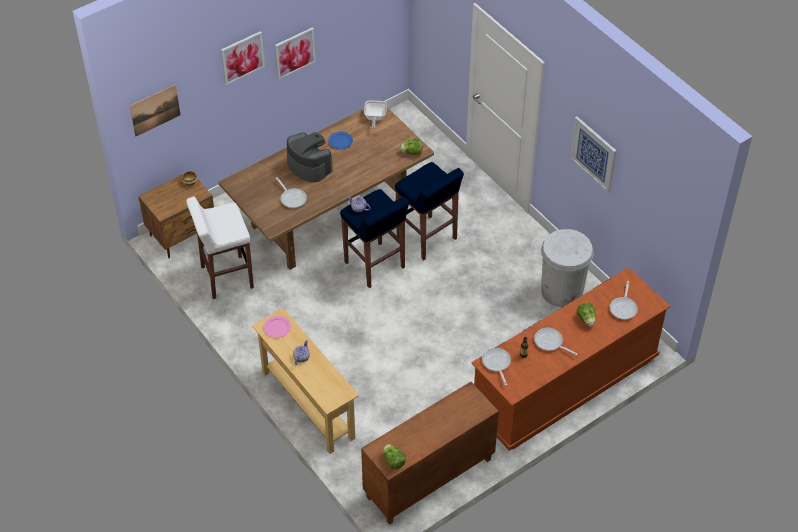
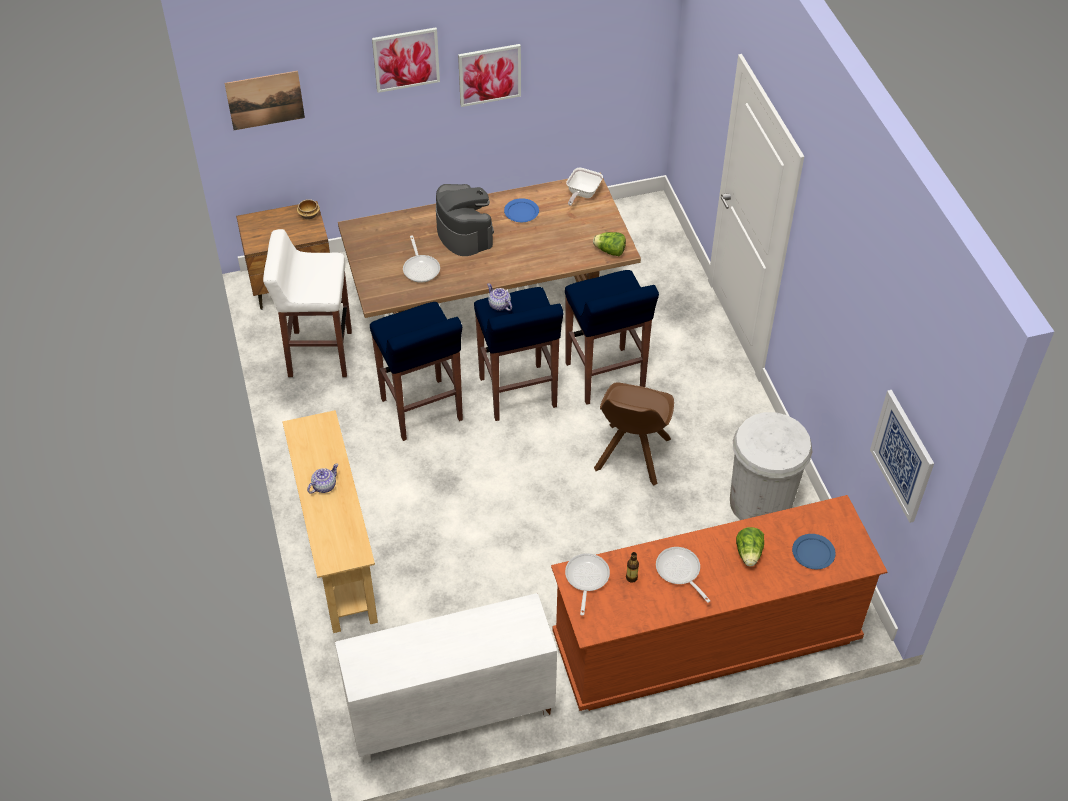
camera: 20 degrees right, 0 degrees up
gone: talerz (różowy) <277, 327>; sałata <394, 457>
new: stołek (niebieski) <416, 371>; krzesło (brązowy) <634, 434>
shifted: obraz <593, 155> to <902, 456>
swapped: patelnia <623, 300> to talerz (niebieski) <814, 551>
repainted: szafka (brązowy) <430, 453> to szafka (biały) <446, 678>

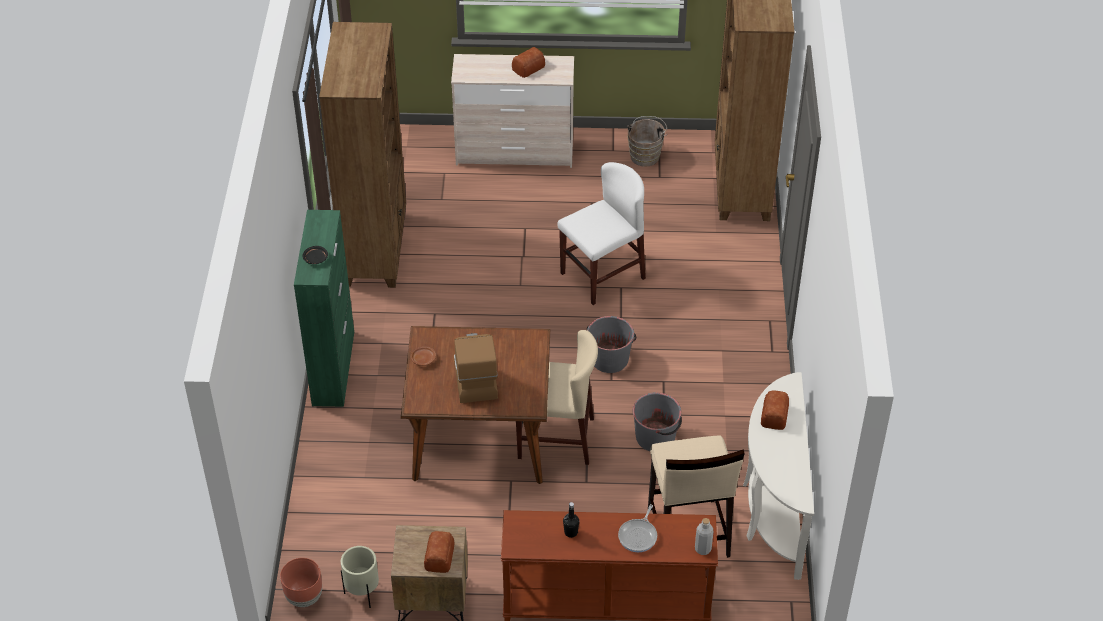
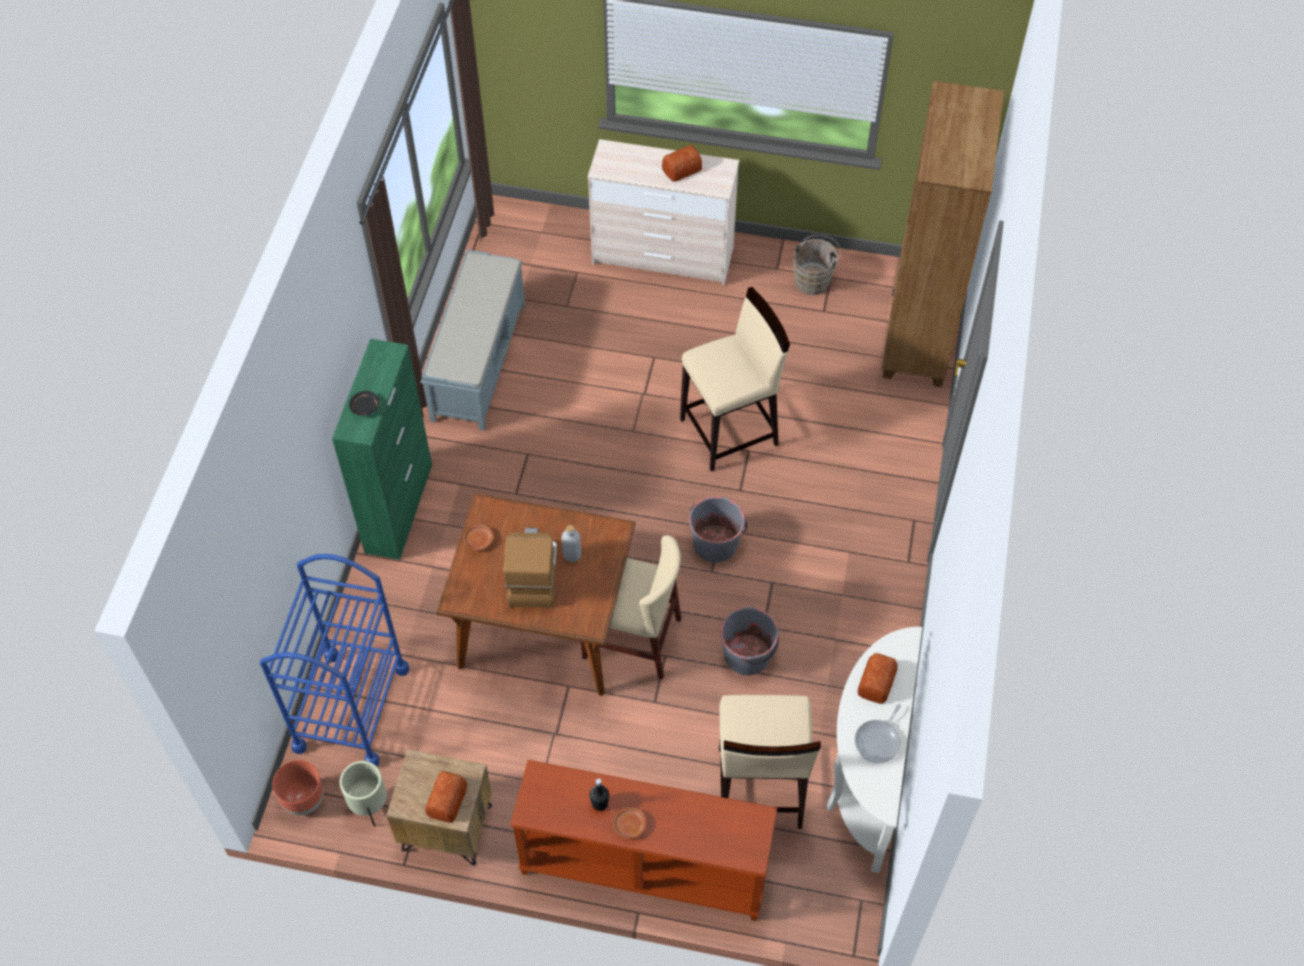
camera: 10 degrees right, 10 degrees up
new: wózek (niebieski) <334, 660>; talerz (brązowy) <630, 823>
shifted: butelka (szary) <704, 536> to <571, 543>; patelnia <637, 528> to <878, 733>
swapped: regał (brązowy) <362, 155> to ławka (szary) <473, 340>; krzesło (biały) <601, 233> to stołek (beżowy) <735, 379>

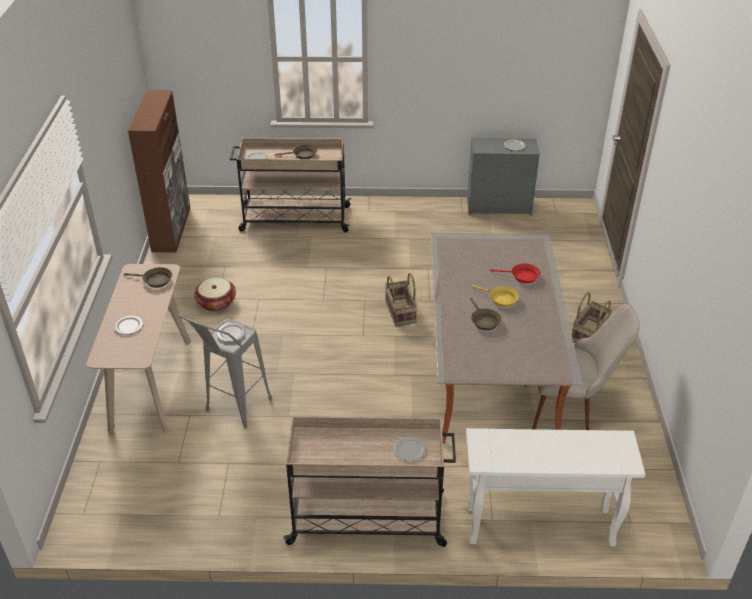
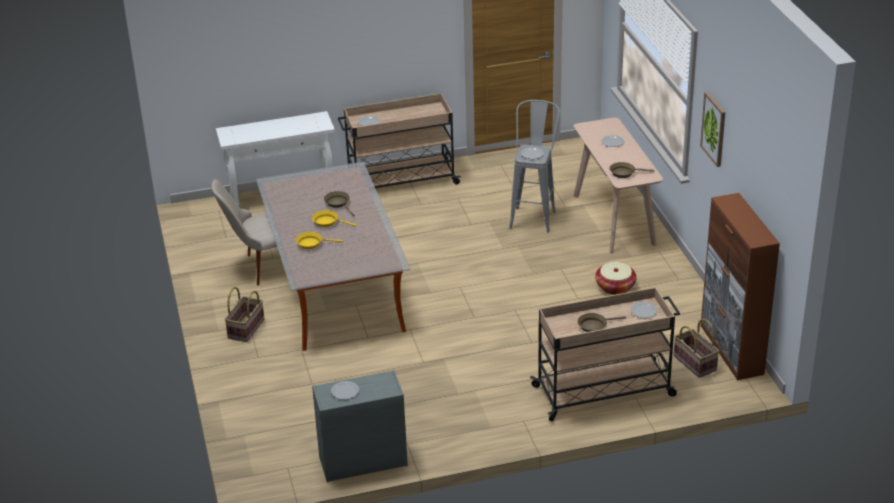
camera: 165 degrees right, 5 degrees down
new: obraz <712, 129>
shifted: koszyk <401, 299> to <696, 348>
repainted: patelnia (czerwony) <515, 274> to patelnia (żółty) <319, 240>

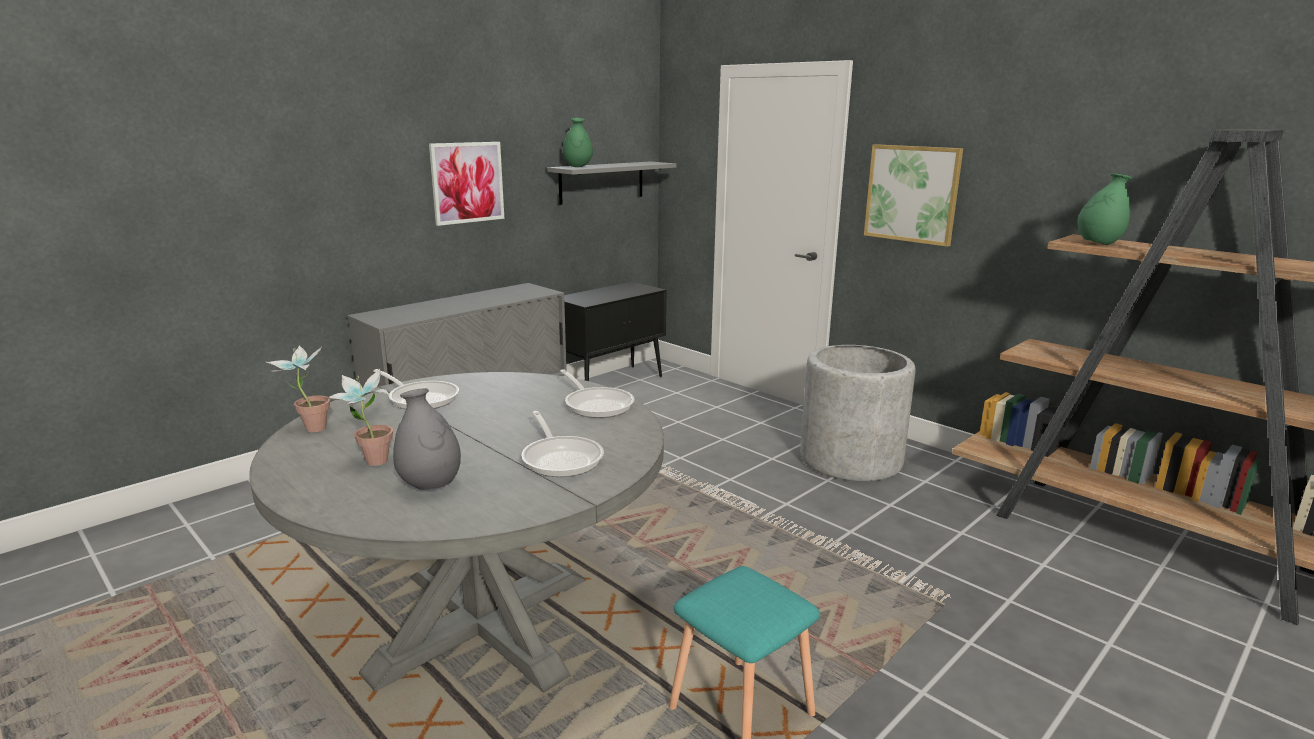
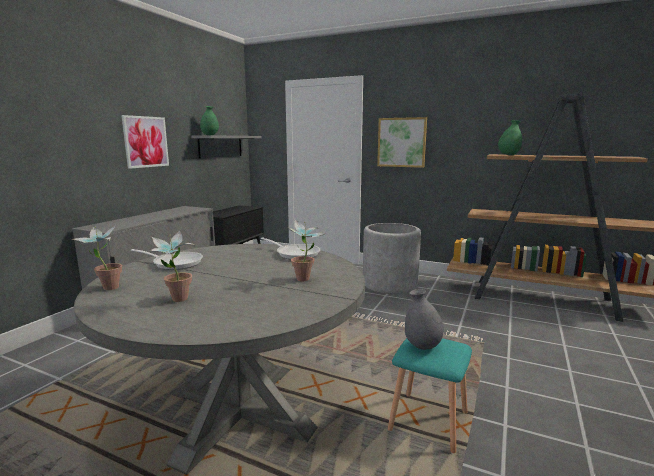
camera: 20 degrees left, 5 degrees down
shifted: wazon (szary) <427, 439> to <424, 319>
swapped: patelnia <562, 444> to roślina doniczkowa <307, 250>

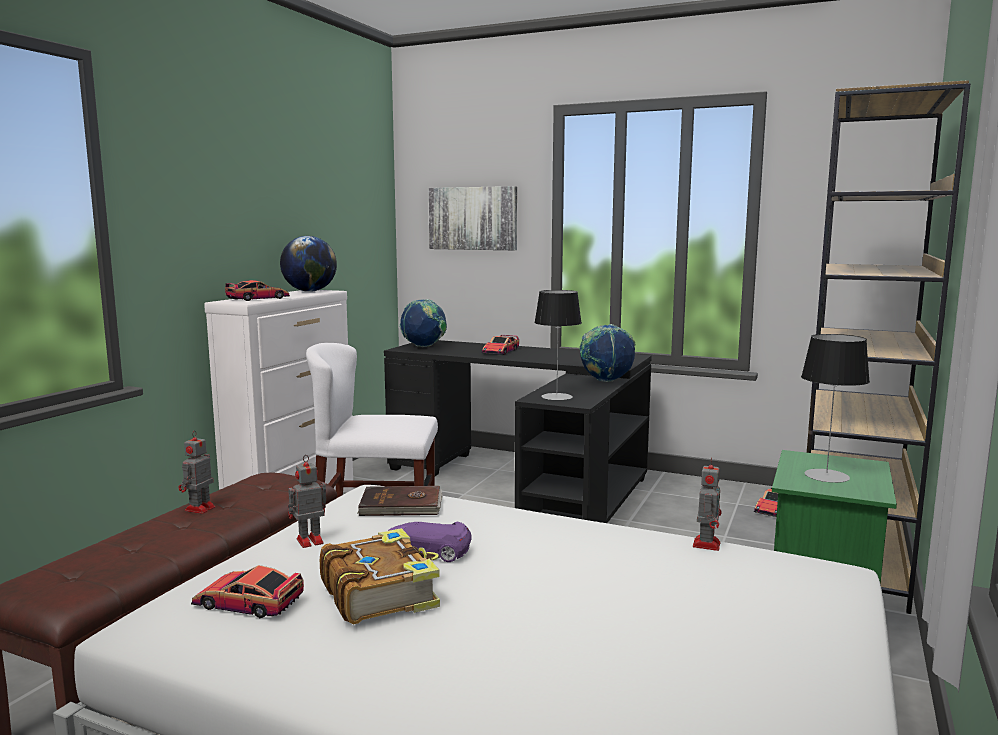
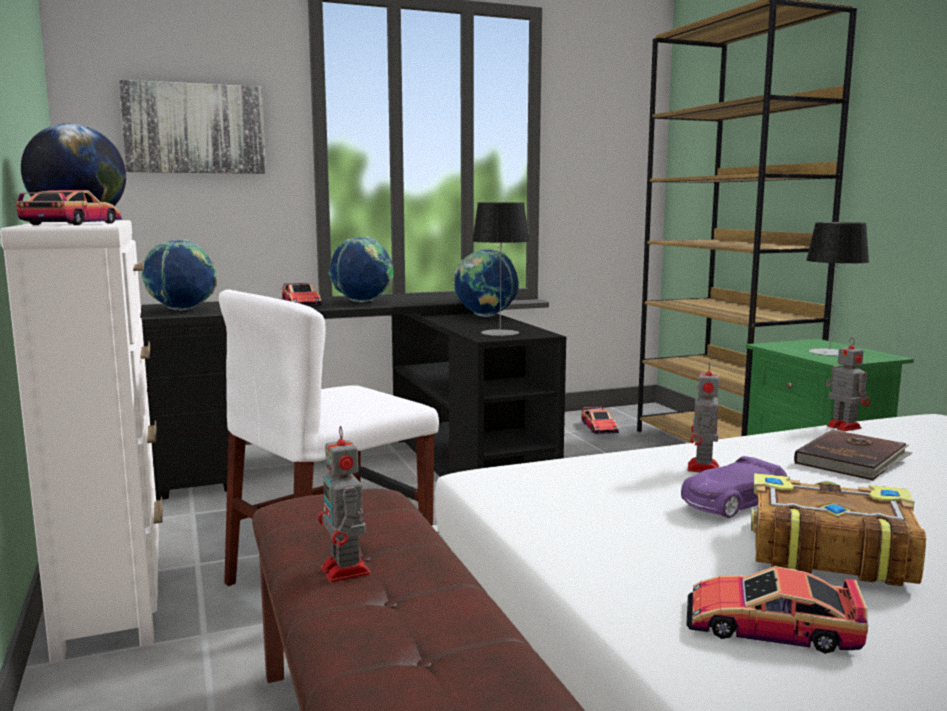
camera: 45 degrees left, 0 degrees up
new: globus <361, 270>
shifted: robot zabawkowy <307, 501> to <703, 416>; książka (brązowy) <400, 501> to <853, 455>
rotated: samochodzik <247, 591> = <777, 610> 45 degrees clockwise

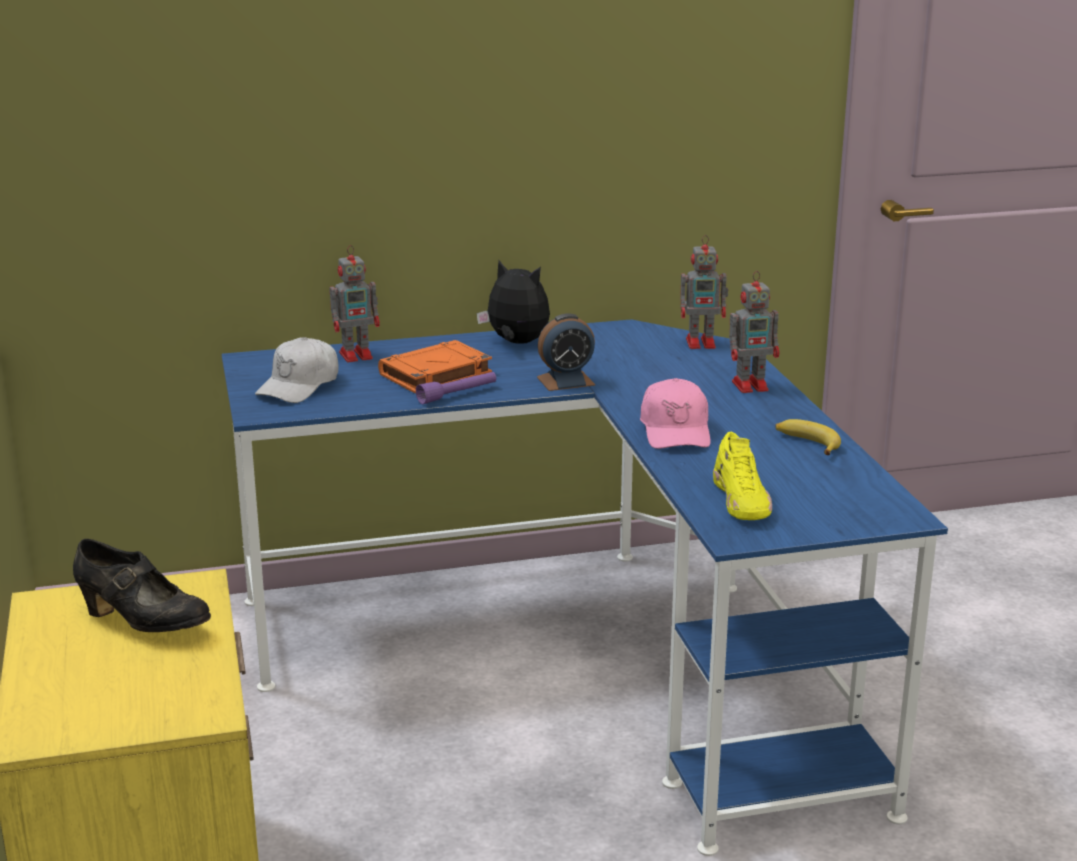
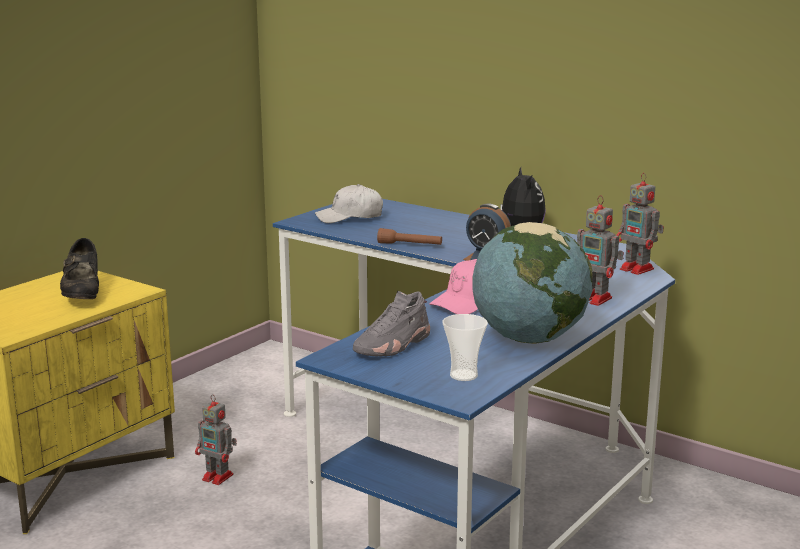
camera: 50 degrees right, 5 degrees down
gone: książka (pomarańczowy) <435, 367>
new: filiżanka <465, 347>
shifted: robot zabawkowy <355, 303> to <216, 439>
swapped: banan <808, 437> to globus <532, 283>
repainted: but (żółty) <742, 476> to but (szary) <391, 323>; latarka (fioletowy) <456, 388> to latarka (brązowy) <409, 236>

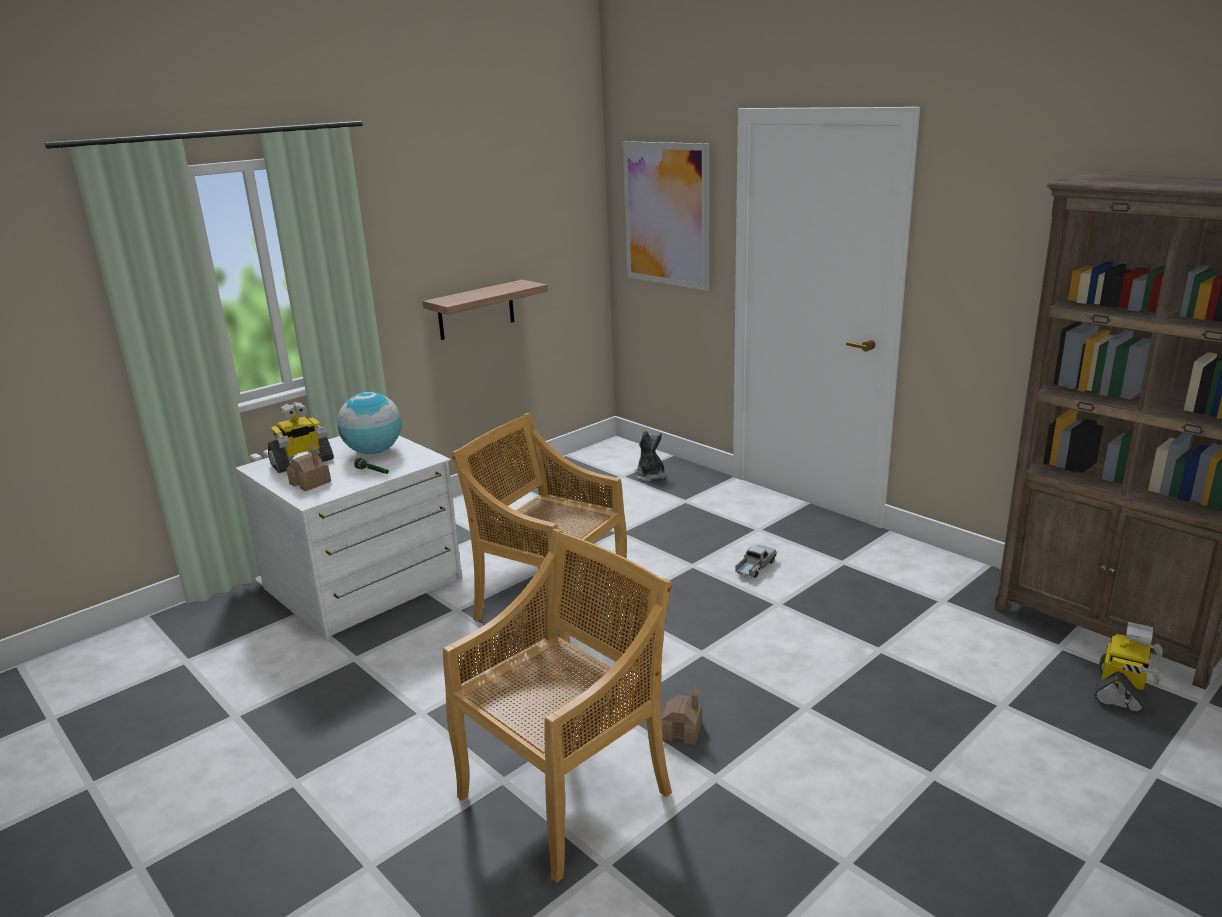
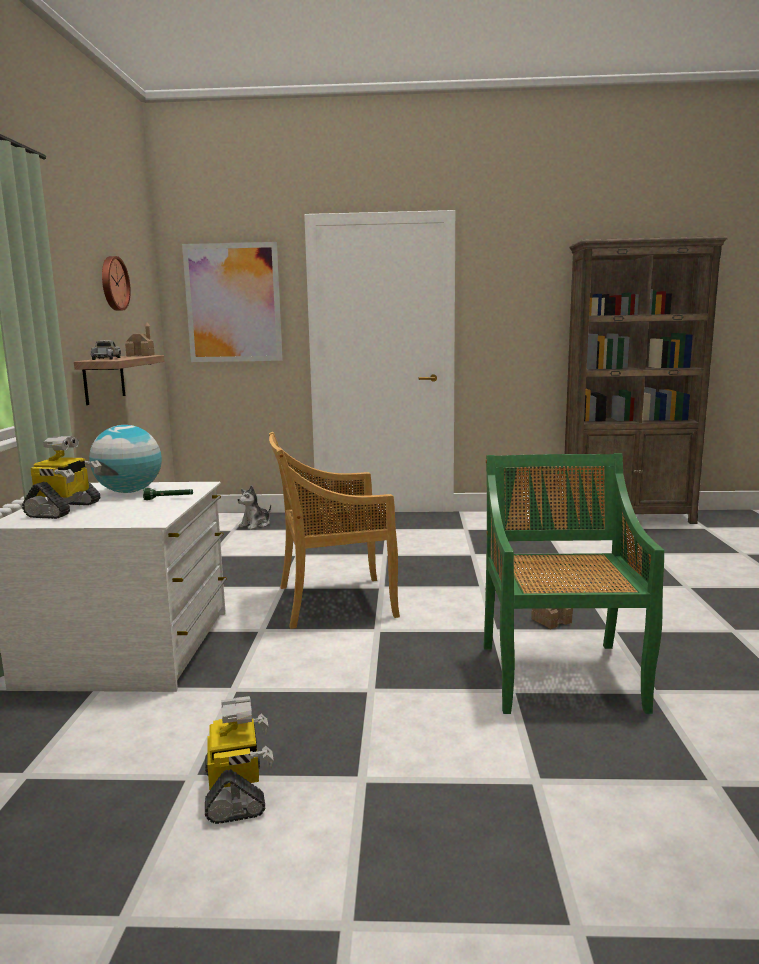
camera: 45 degrees left, 10 degrees down
new: zegar ścienny <116, 283>
shifted: ciężarówka zabawkowa <756, 561> to <106, 350>; domek <308, 467> to <140, 339>; robot zabawkowy <1128, 668> to <239, 760>
repainted: krzesło (beżowy) <557, 706> to krzesło (zielony) <573, 583>
rotated: pluszak <650, 456> = <254, 507> 75 degrees counterclockwise

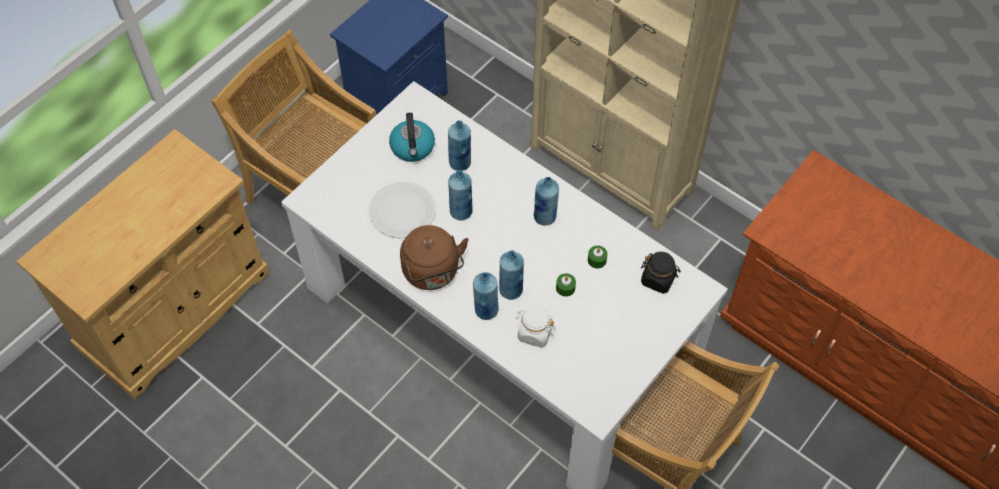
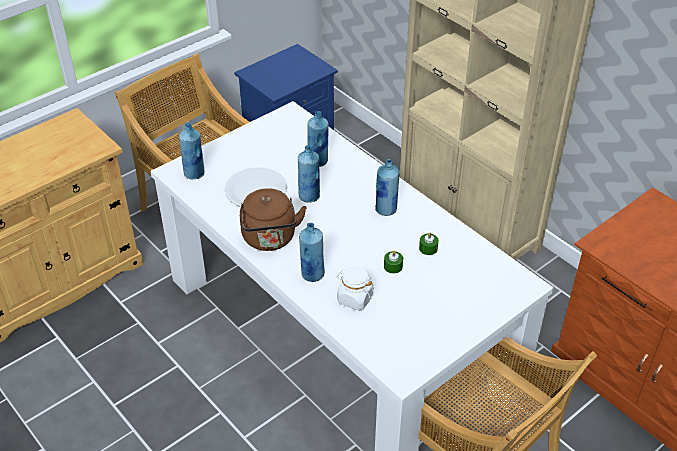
camera: 10 degrees right, 15 degrees down
gone: czajnik <412, 137>; słoik (czarny) <661, 273>
shifted: butelka (niebieski) <511, 275> to <191, 151>

